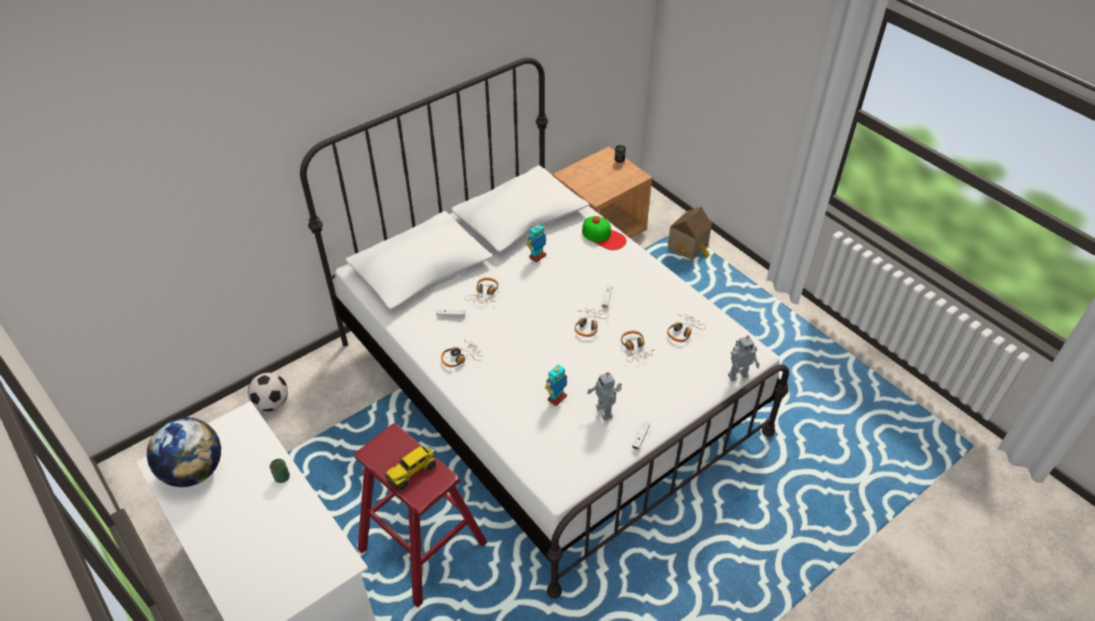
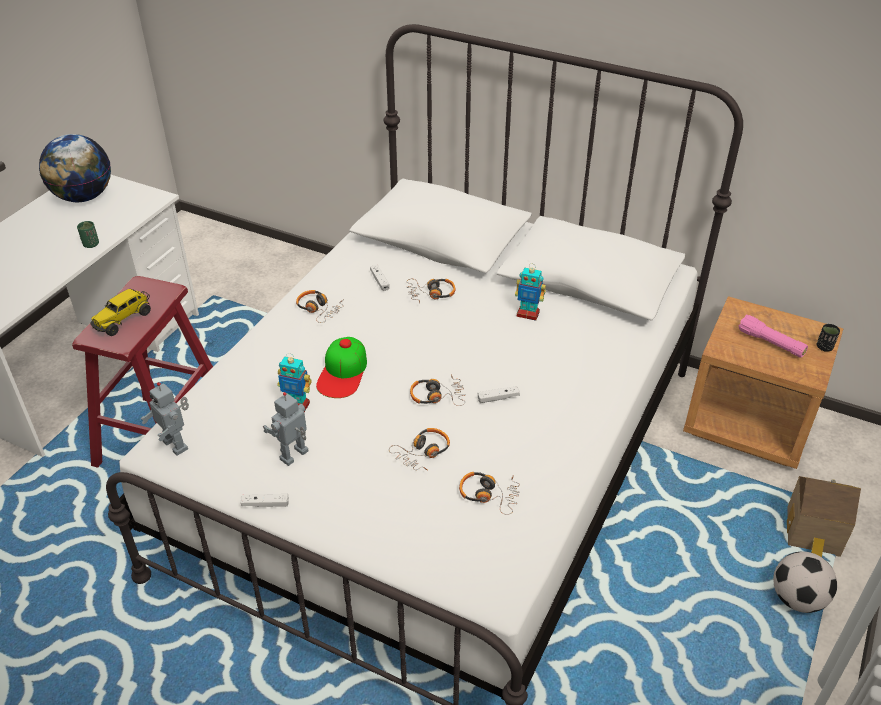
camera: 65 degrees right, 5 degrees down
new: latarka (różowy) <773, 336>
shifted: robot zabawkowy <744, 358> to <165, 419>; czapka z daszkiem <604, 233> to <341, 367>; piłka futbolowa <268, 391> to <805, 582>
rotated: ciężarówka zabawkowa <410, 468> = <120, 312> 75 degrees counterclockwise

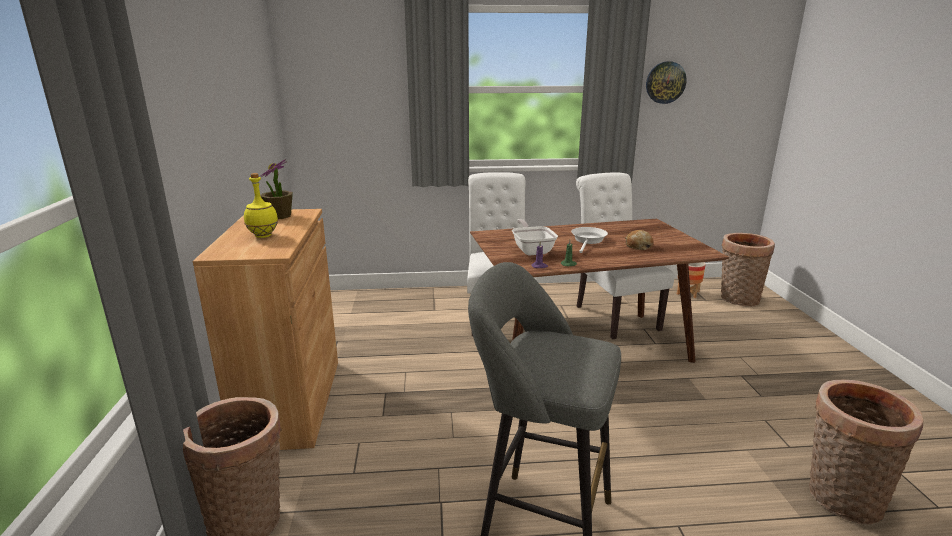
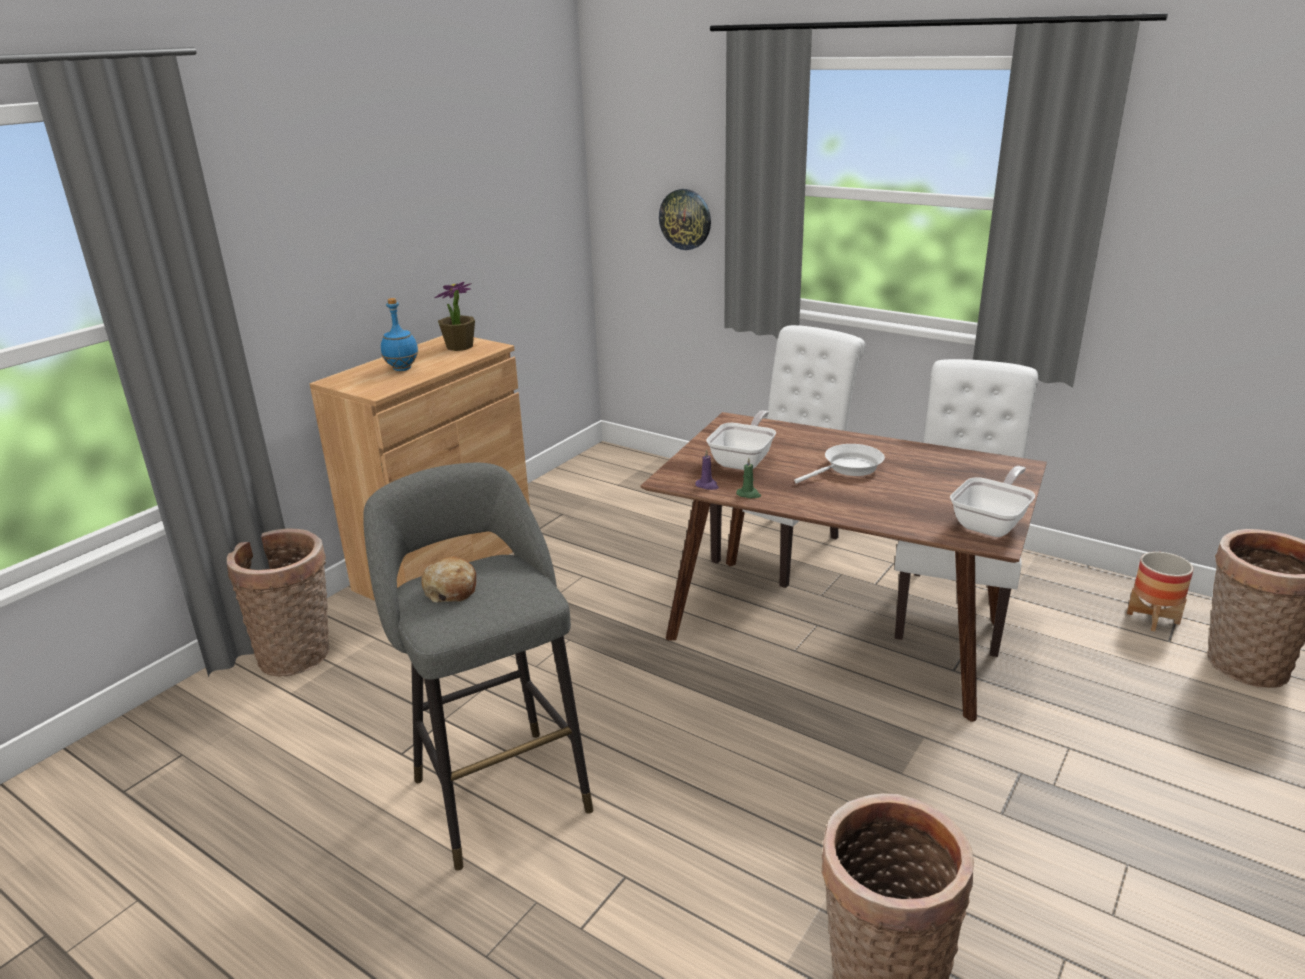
camera: 40 degrees right, 5 degrees up
new: patelnia <993, 501>
shifted: chleb <639, 240> to <448, 579>; zegar ścienny <666, 82> to <685, 219>
repainted: butelka (żółty) <261, 205> to butelka (niebieski) <399, 334>

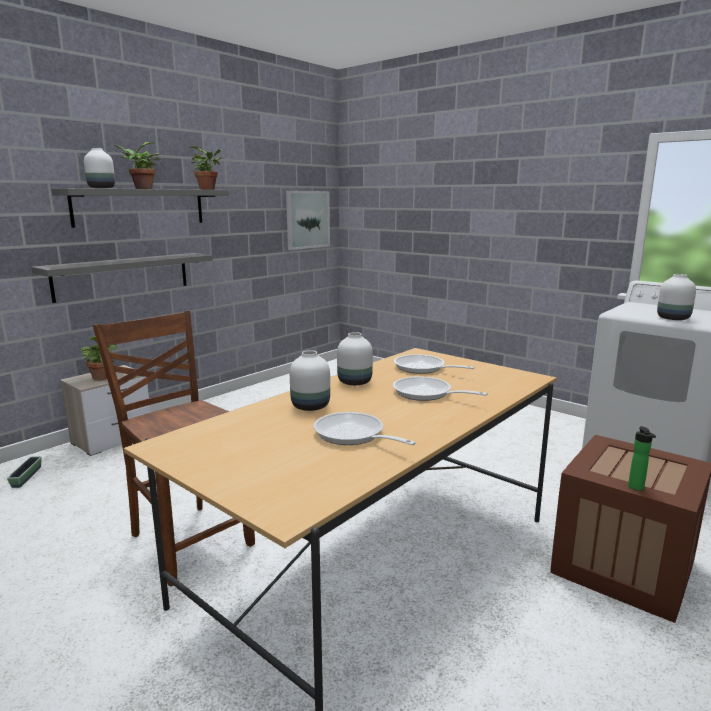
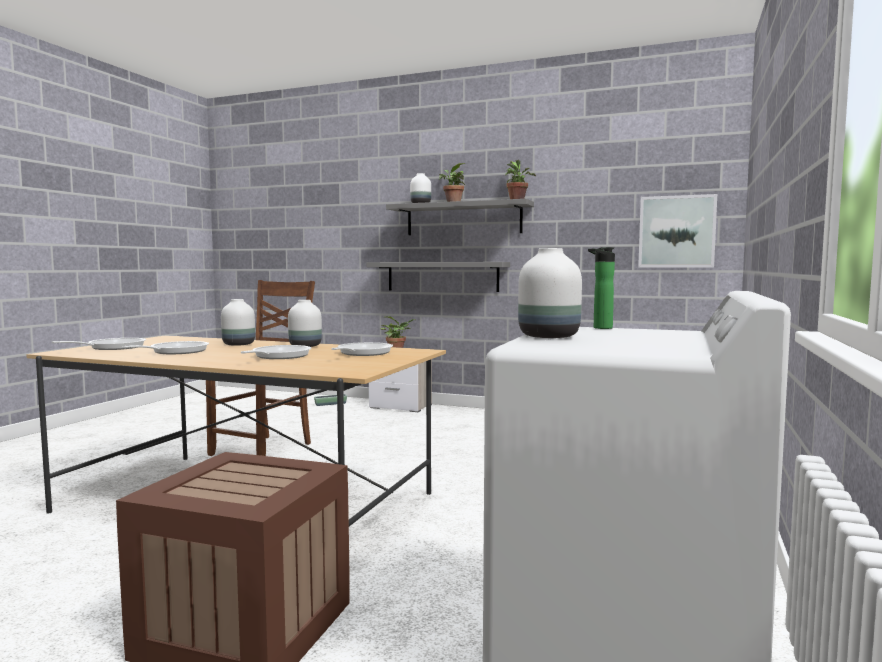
camera: 70 degrees right, 10 degrees down
new: patelnia <99, 344>
shifted: butelka <642, 458> to <601, 288>

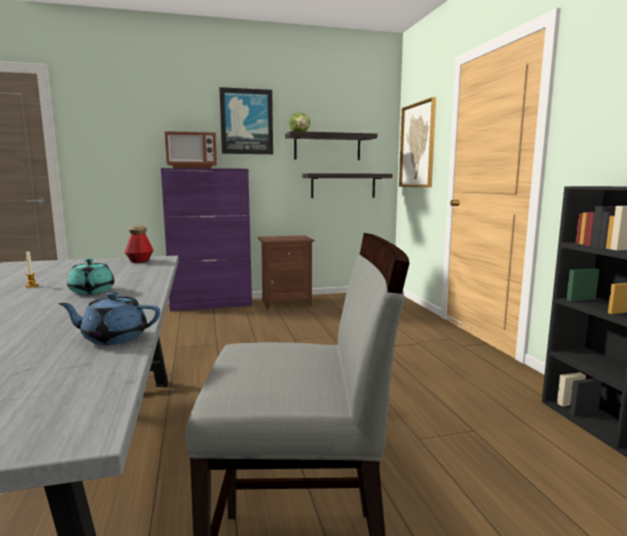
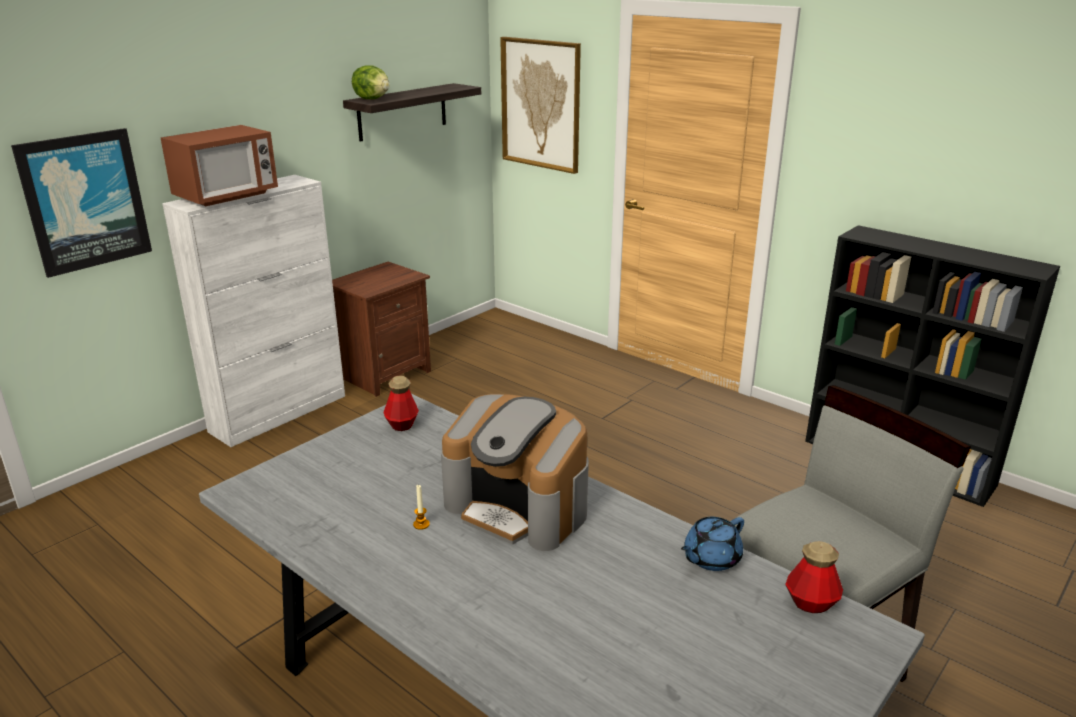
camera: 35 degrees left, 15 degrees up
gone: półka <347, 185>
new: butelka <814, 577>
shifted: obraz <246, 120> to <81, 203>
swapped: imbryk (turkusowy) <90, 277> to ekspres do kawy <515, 472>
repainted: szafka (fioletowy) <206, 239> to szafka (biały) <253, 311>

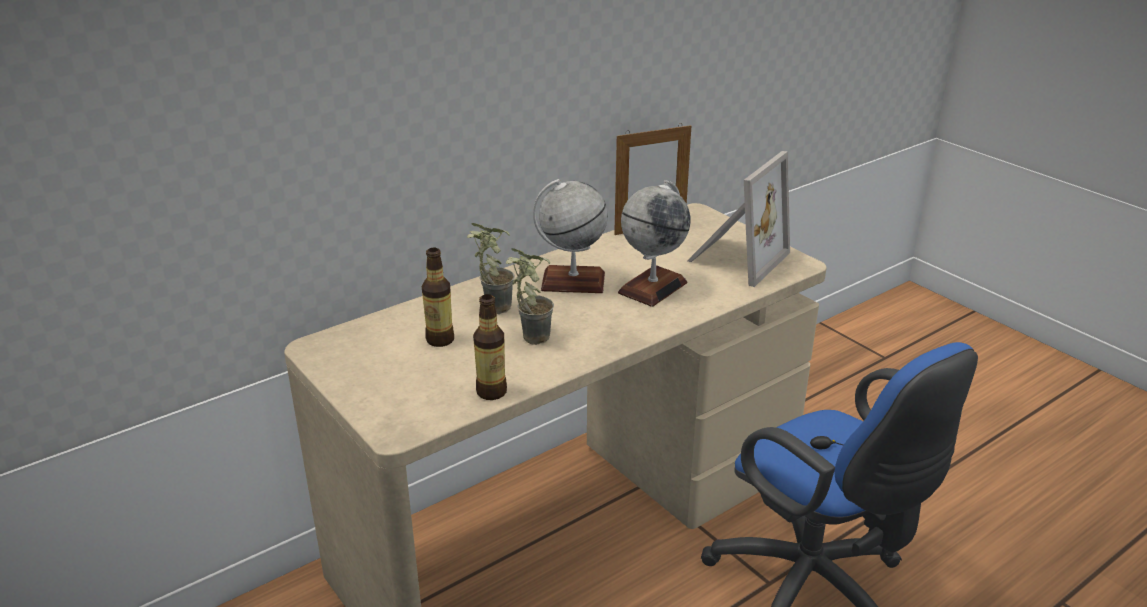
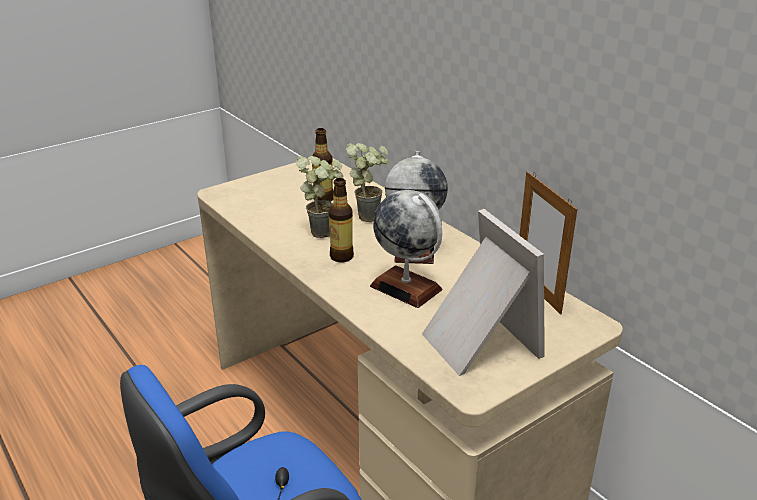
camera: 90 degrees right, 0 degrees up
shifted: butelka <490, 347> to <341, 220>
rotated: ramka na zdjęcie <738, 219> = <483, 292> 150 degrees counterclockwise

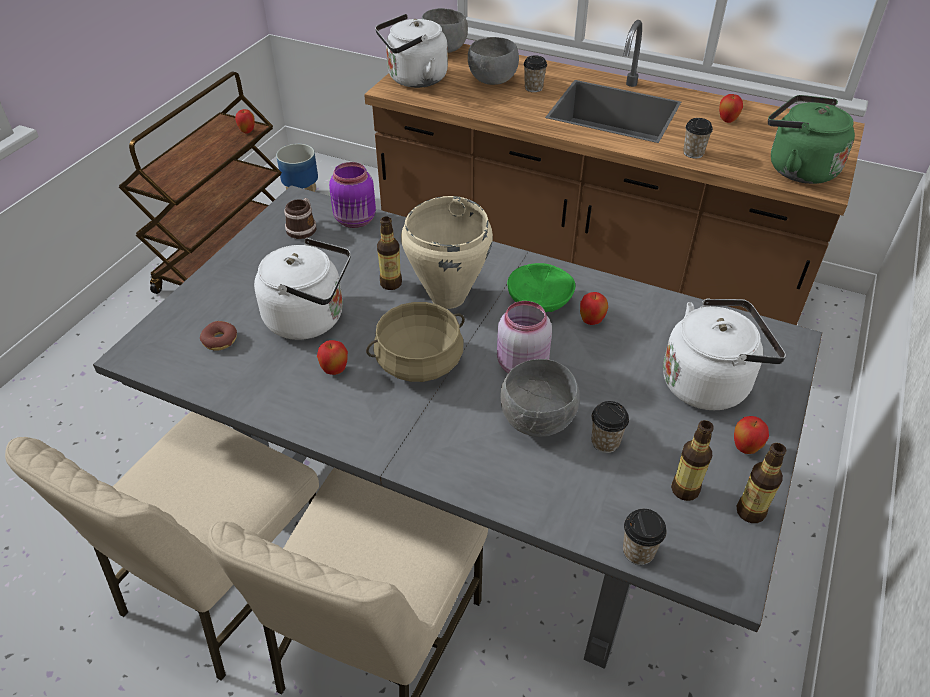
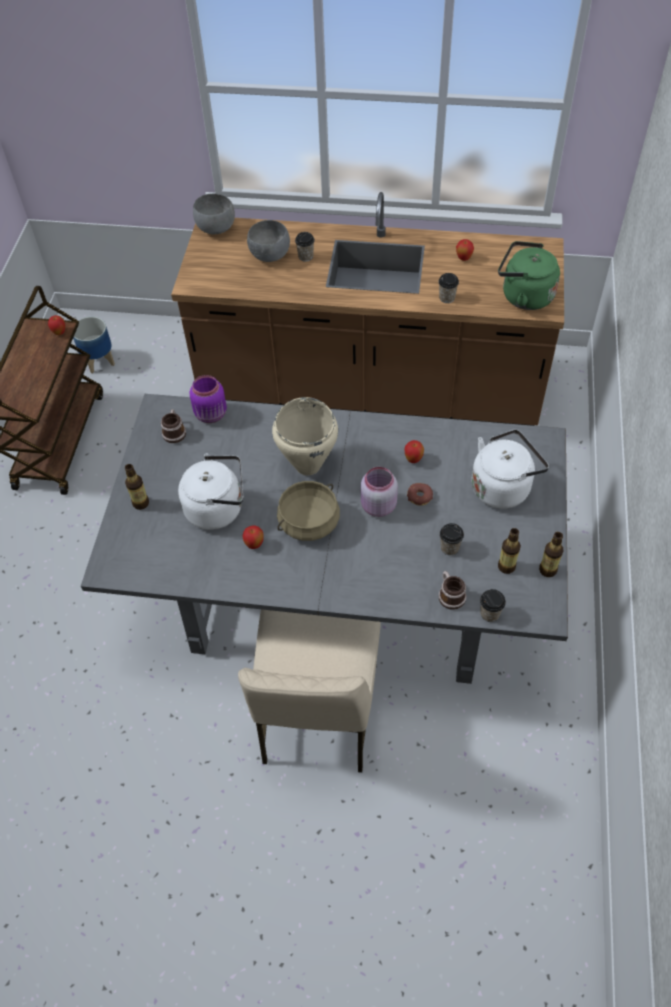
camera: 15 degrees left, 10 degrees up
gone: krzesło (beżowy) <162, 546>; czajnik (biały) <411, 51>; miska (szary) <540, 398>; miska (zielony) <541, 287>; jabłko <751, 435>
new: kubek <452, 590>
shifted: butelka <389, 253> to <137, 487>; donut <218, 336> to <420, 494>

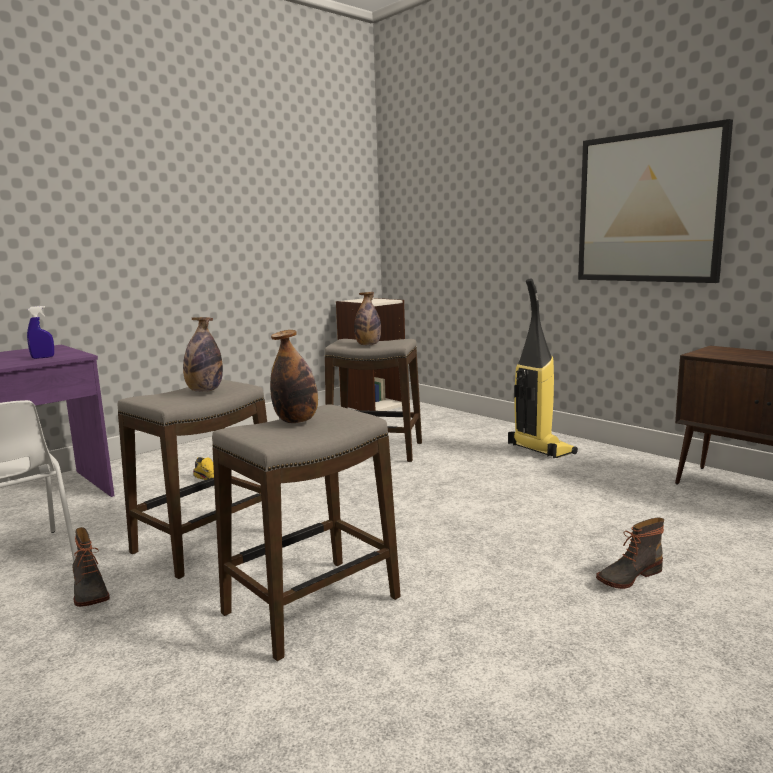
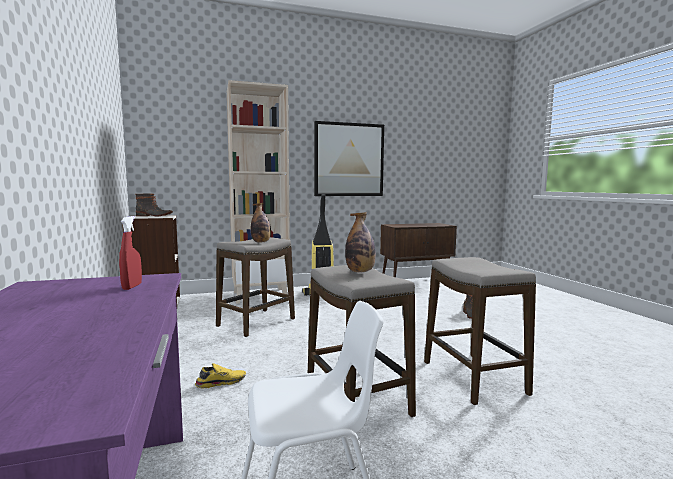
camera: 65 degrees left, 5 degrees down
gone: butelka <294, 376>
new: regał (beżowy) <258, 192>
shifted: but z cholewką <91, 567> to <154, 205>
repainted: spryskiwacz (niebieski) <40, 332> to spryskiwacz (czerwony) <130, 253>

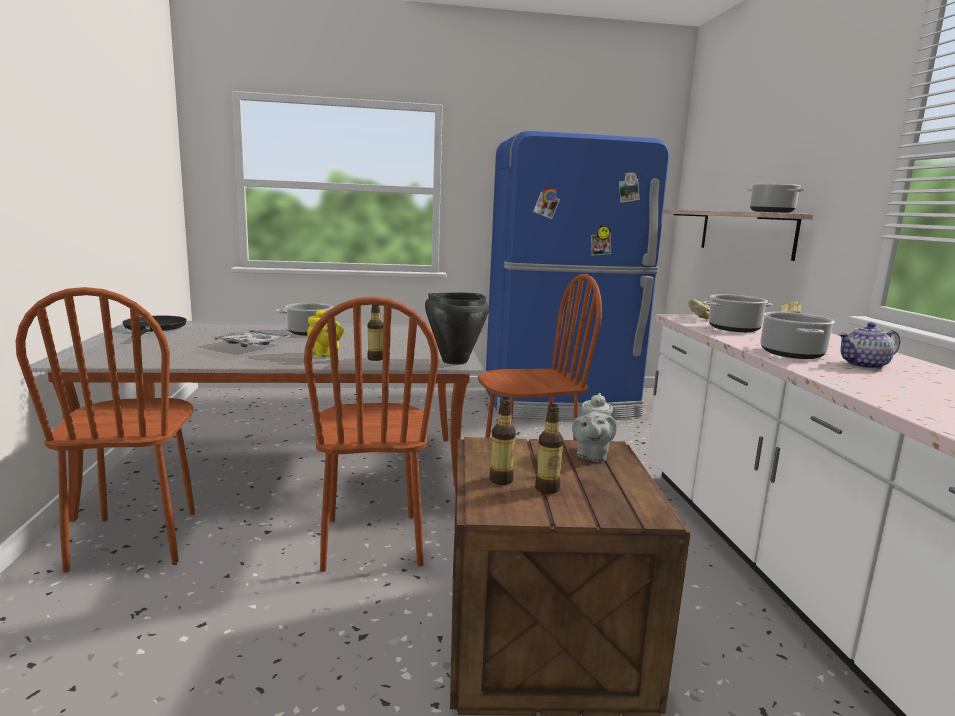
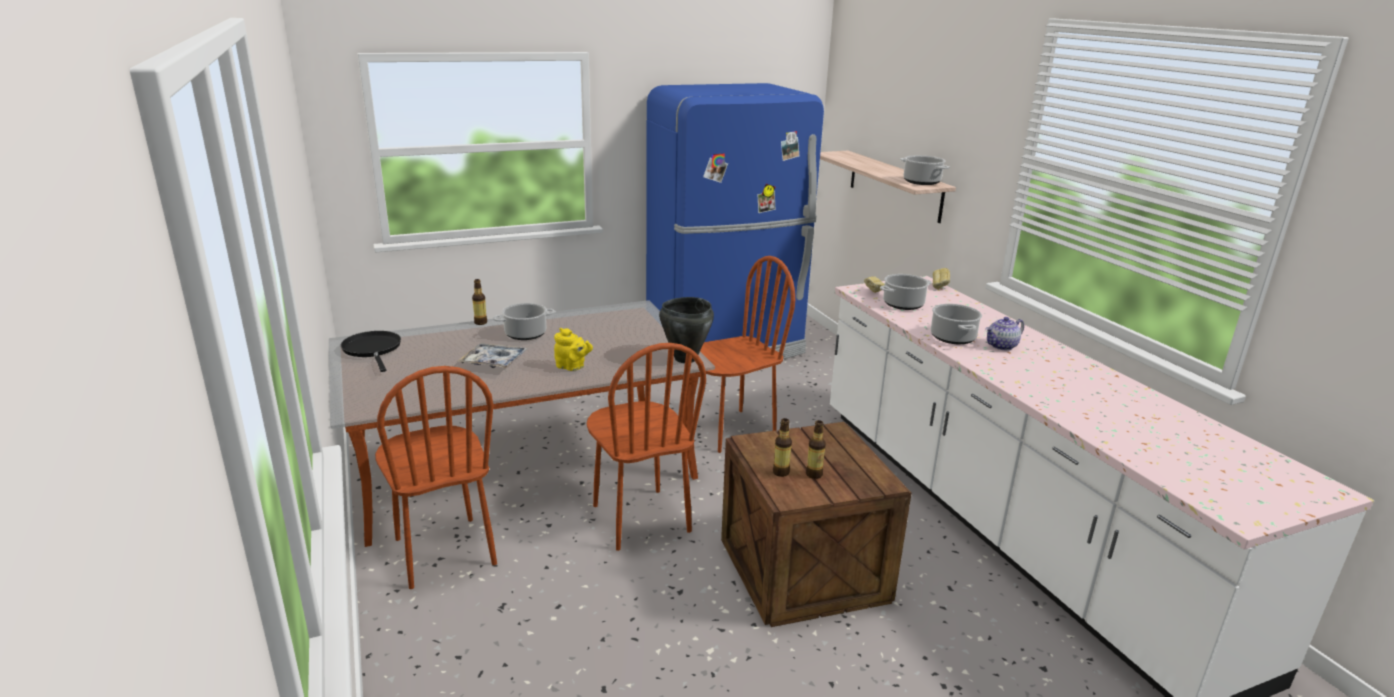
camera: 15 degrees left, 10 degrees up
gone: imbryk (szary) <594, 427>
shifted: butelka <375, 332> to <479, 302>

